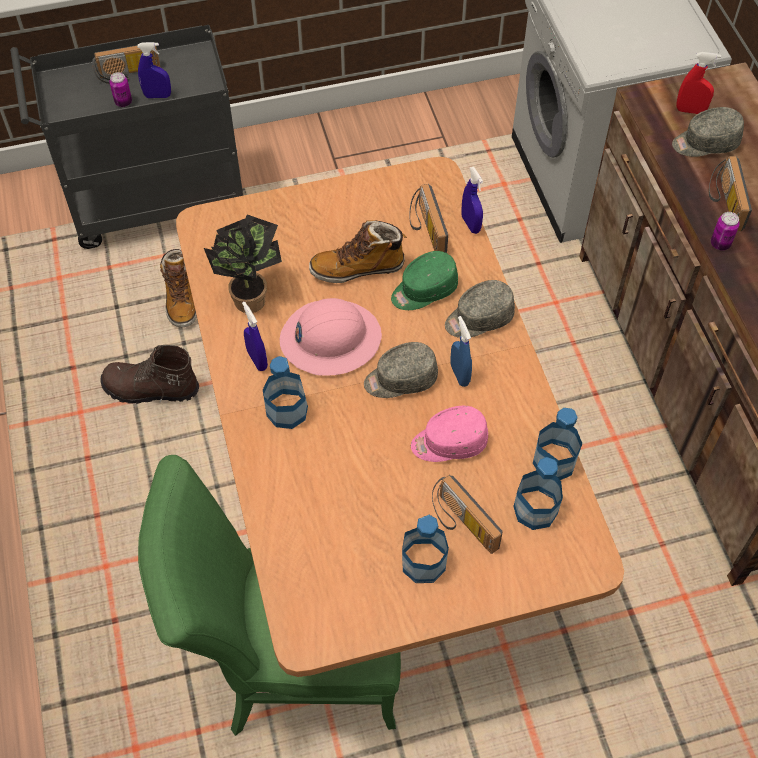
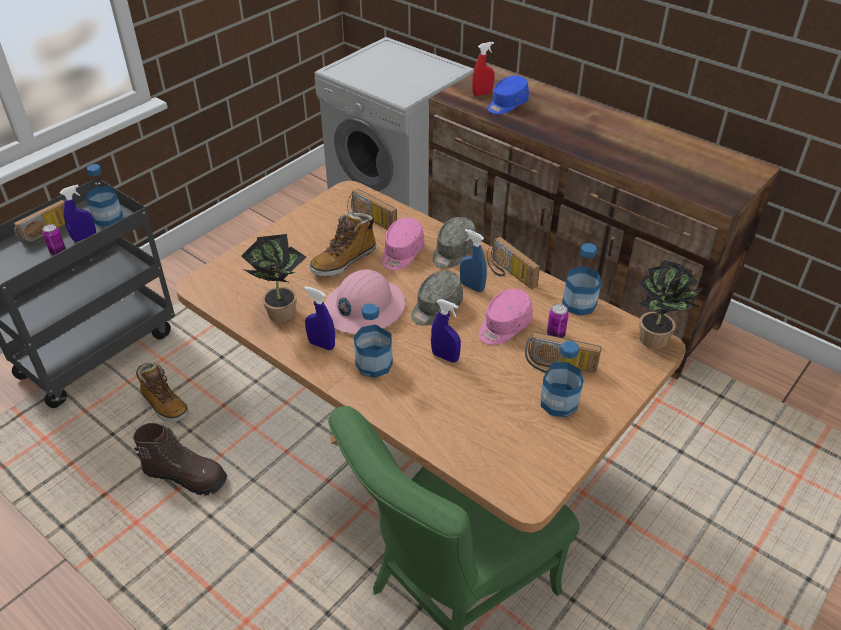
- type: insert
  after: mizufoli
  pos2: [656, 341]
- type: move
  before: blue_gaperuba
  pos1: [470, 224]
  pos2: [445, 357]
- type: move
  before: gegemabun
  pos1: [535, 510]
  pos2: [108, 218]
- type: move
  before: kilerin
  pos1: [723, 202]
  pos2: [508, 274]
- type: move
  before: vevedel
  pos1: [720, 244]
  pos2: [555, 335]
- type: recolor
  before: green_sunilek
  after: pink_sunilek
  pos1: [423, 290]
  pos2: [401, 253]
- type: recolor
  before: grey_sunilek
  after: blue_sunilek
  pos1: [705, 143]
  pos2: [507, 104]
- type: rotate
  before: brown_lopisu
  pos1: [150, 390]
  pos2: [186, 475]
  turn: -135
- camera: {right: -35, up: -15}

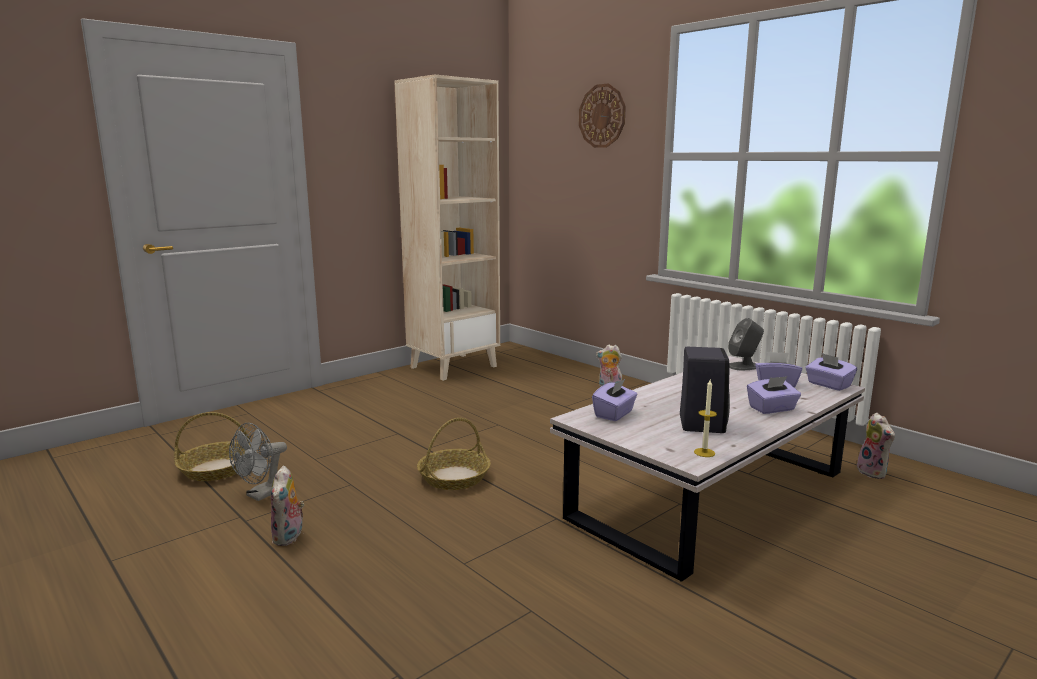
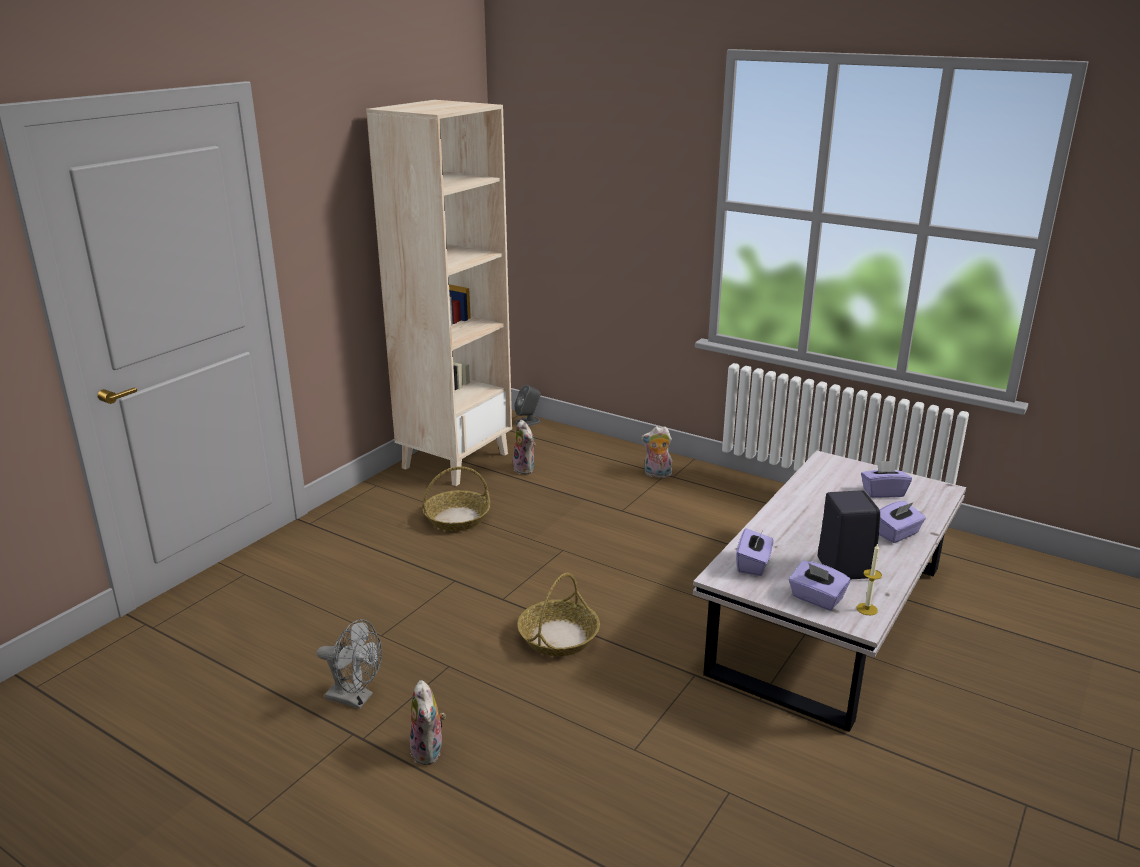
- type: delete
  before: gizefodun
  pos1: [602, 116]
- type: move
  before: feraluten
  pos1: [216, 469]
  pos2: [457, 518]
- type: move
  before: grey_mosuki
  pos1: [744, 366]
  pos2: [528, 422]
- type: move
  before: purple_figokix
  pos1: [828, 385]
  pos2: [816, 599]
- type: move
  before: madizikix
  pos1: [874, 472]
  pos2: [525, 469]
- type: rotate
  before: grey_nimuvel
  pos1: [262, 494]
  pos2: [355, 698]
  turn: -90
- camera: {right: -15, up: 10}

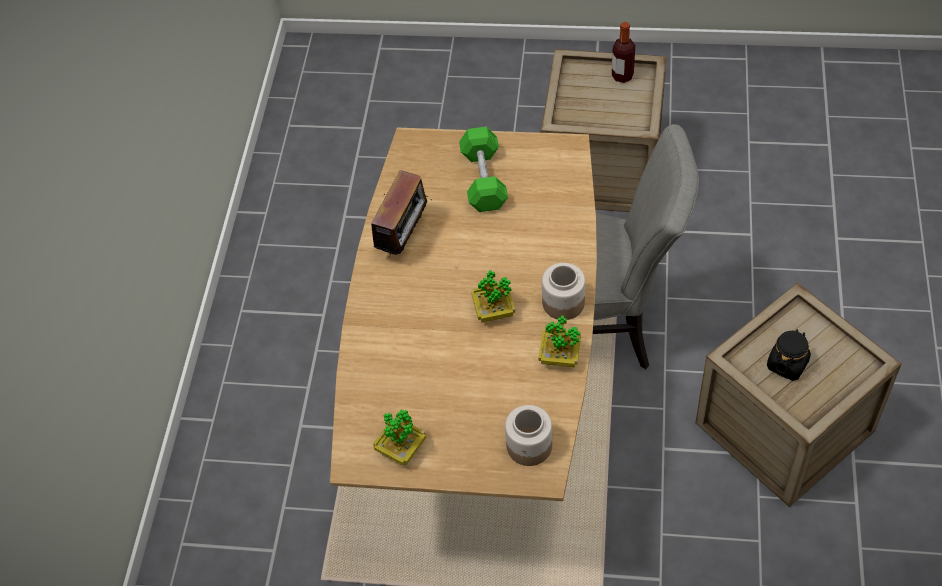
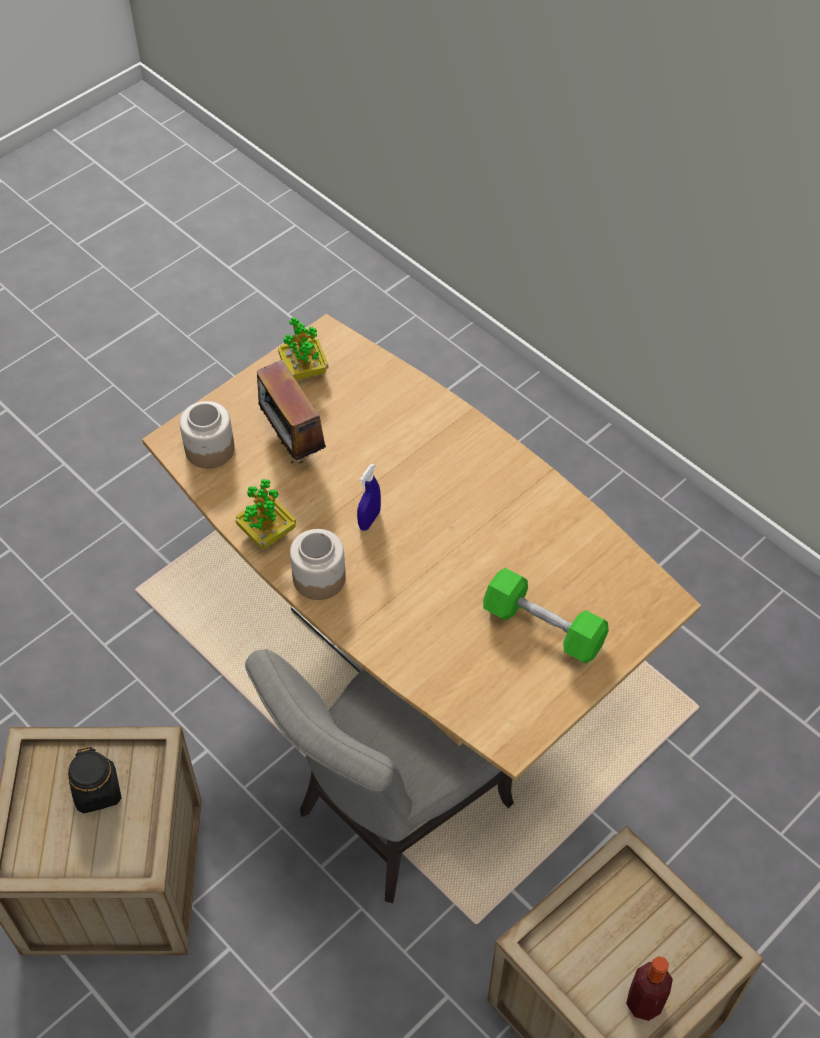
- type: move
  before: kilerin
  pos1: [404, 237]
  pos2: [292, 443]
- type: replace
  before: mizufoli
  after: blue_gaperuba
  pos1: [494, 311]
  pos2: [369, 520]
- camera: {right: 125, up: 0}

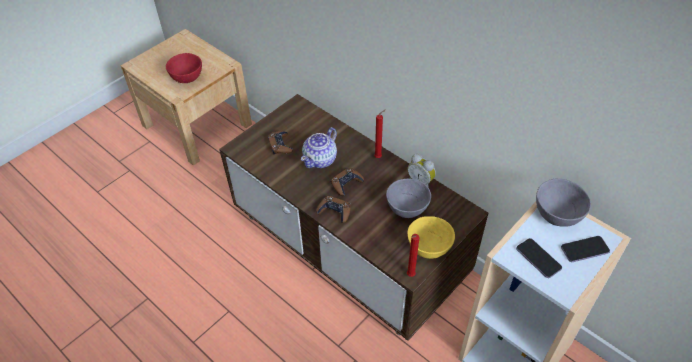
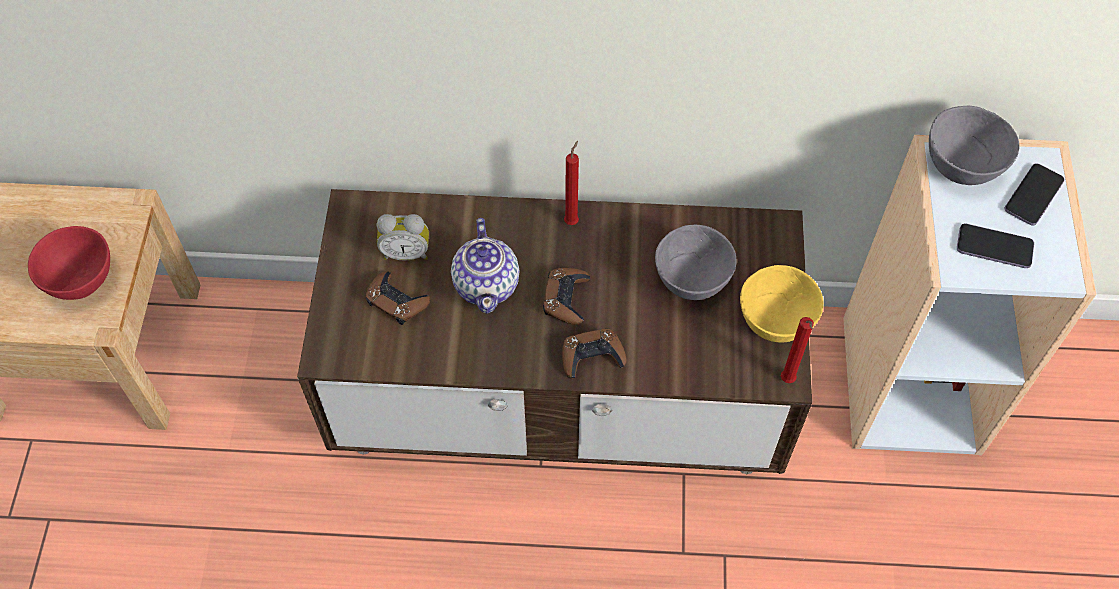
- type: move
  before: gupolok
  pos1: [421, 181]
  pos2: [406, 252]
- camera: {right: -40, up: 10}

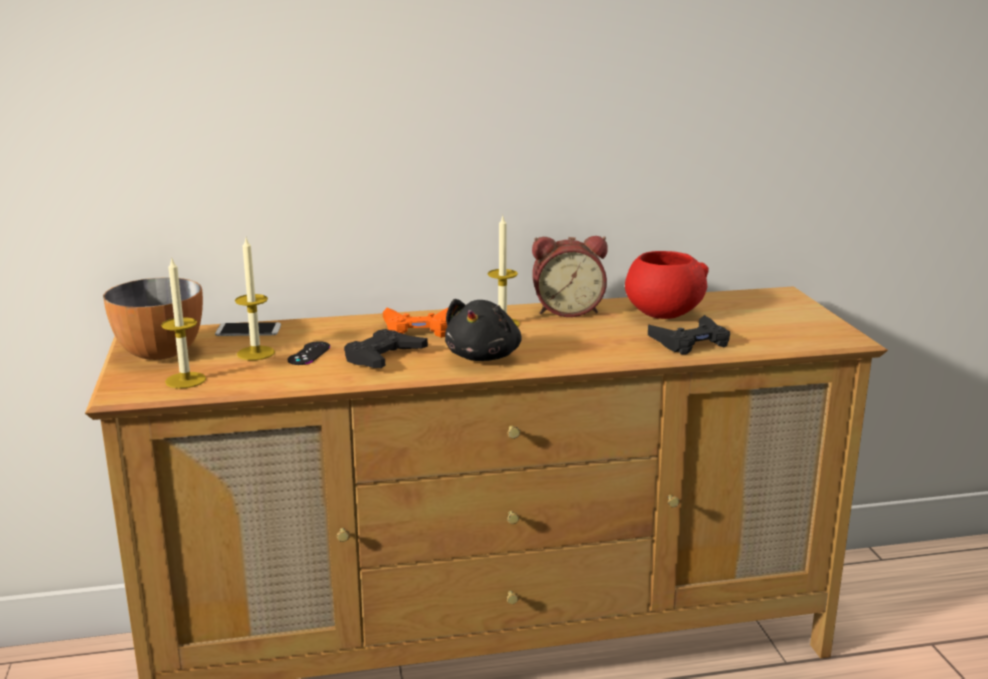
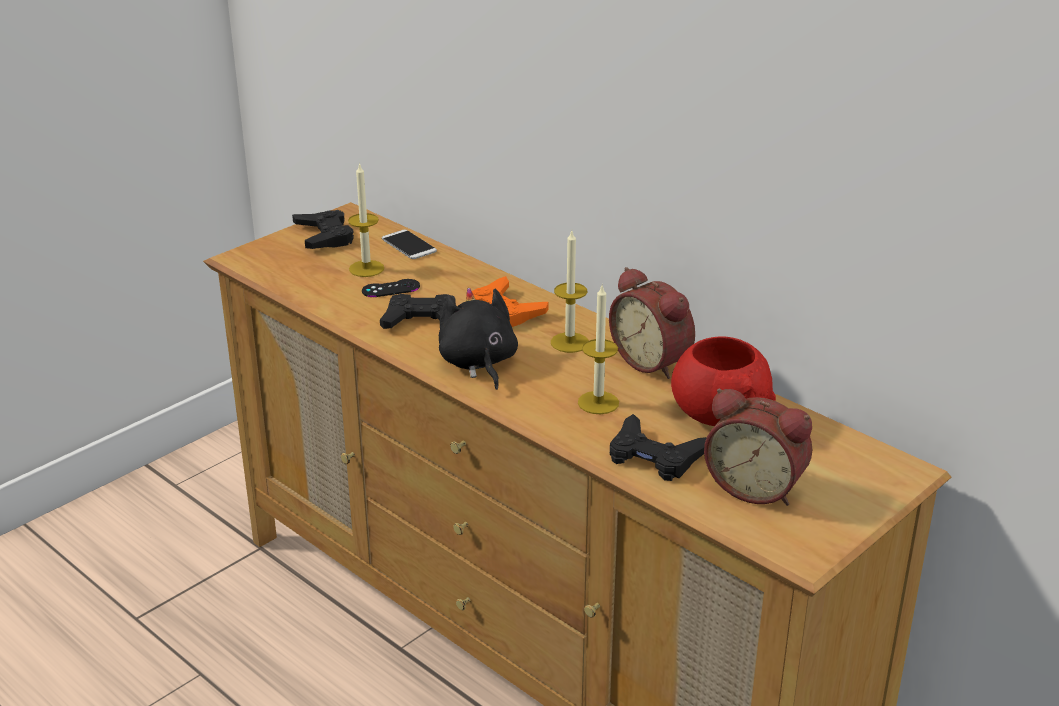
- type: insert
  after: gupolok
  pos2: [756, 487]
- type: move
  before: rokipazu
  pos1: [185, 380]
  pos2: [598, 402]
- type: replace
  before: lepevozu
  after: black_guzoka
  pos1: [161, 353]
  pos2: [324, 236]
- type: rotate
  before: black_madizikix
  pos1: [484, 356]
  pos2: [478, 363]
  turn: 90
- camera: {right: 55, up: 10}

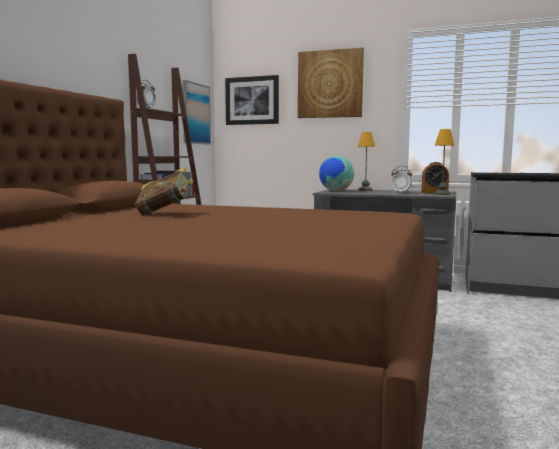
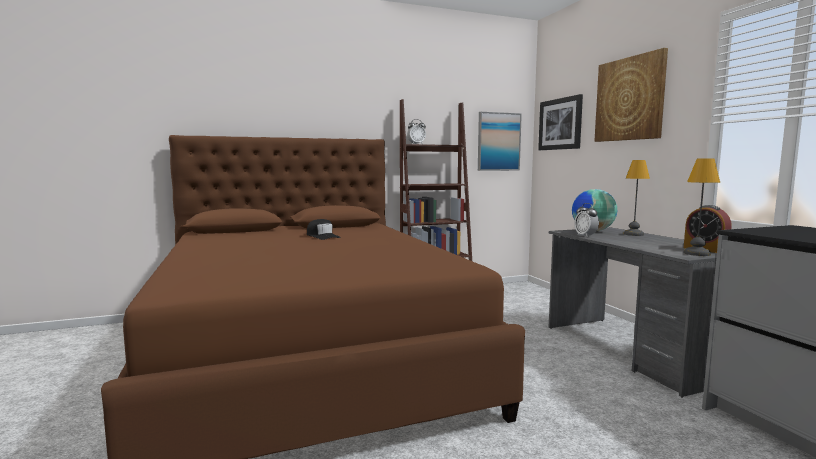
- type: move
  before: gupolok
  pos1: [401, 192]
  pos2: [585, 235]
- type: replace
  before: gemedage
  after: black_sunilek
  pos1: [165, 214]
  pos2: [322, 236]
- camera: {right: 50, up: 0}

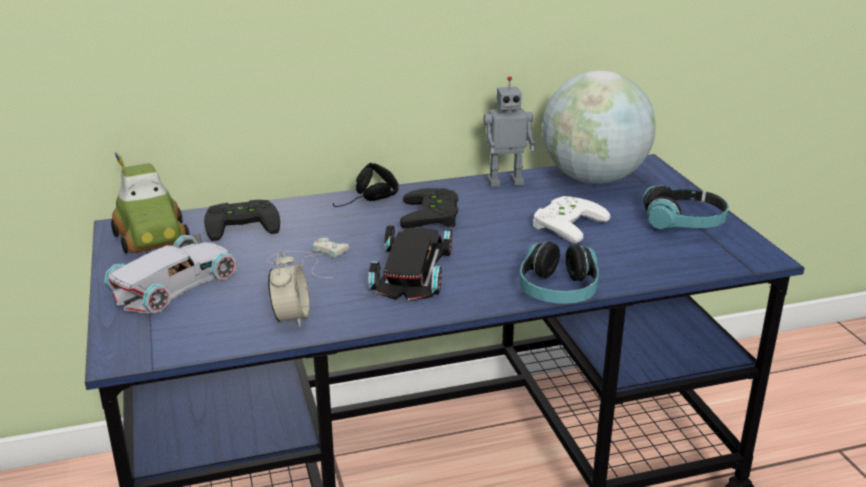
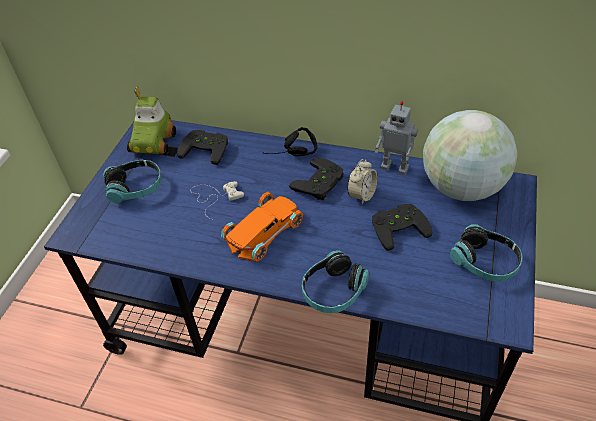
- type: move
  before: gupolok
  pos1: [291, 317]
  pos2: [361, 195]
- type: replace
  before: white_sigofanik
  after: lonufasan
  pos1: [176, 284]
  pos2: [135, 187]
- type: recolor
  before: black_sigofanik
  after: orange_sigofanik
  pos1: [414, 269]
  pos2: [265, 231]
- type: recolor
  before: white_guzoka
  after: black_guzoka
  pos1: [565, 223]
  pos2: [398, 226]
- camera: {right: 35, up: 20}

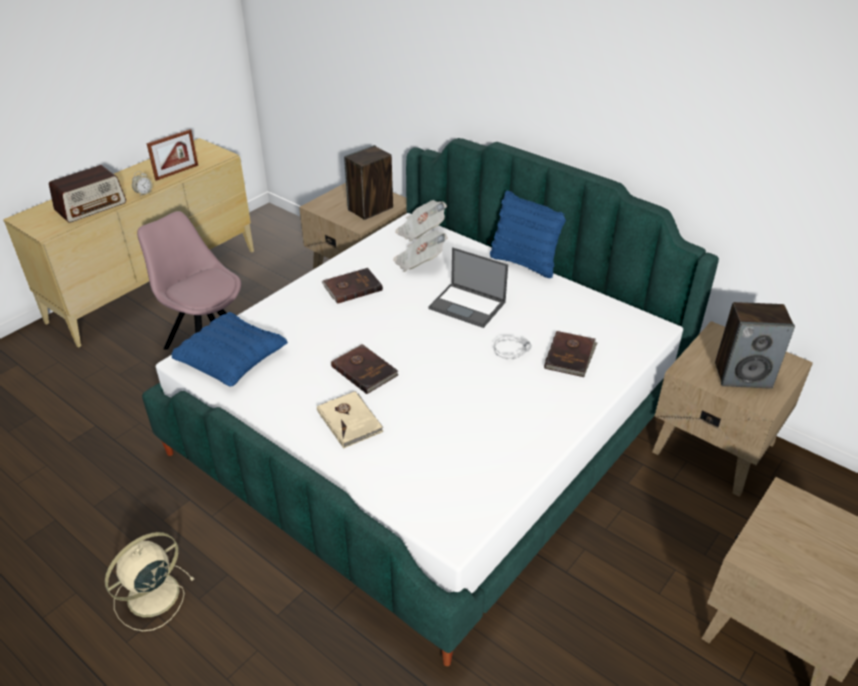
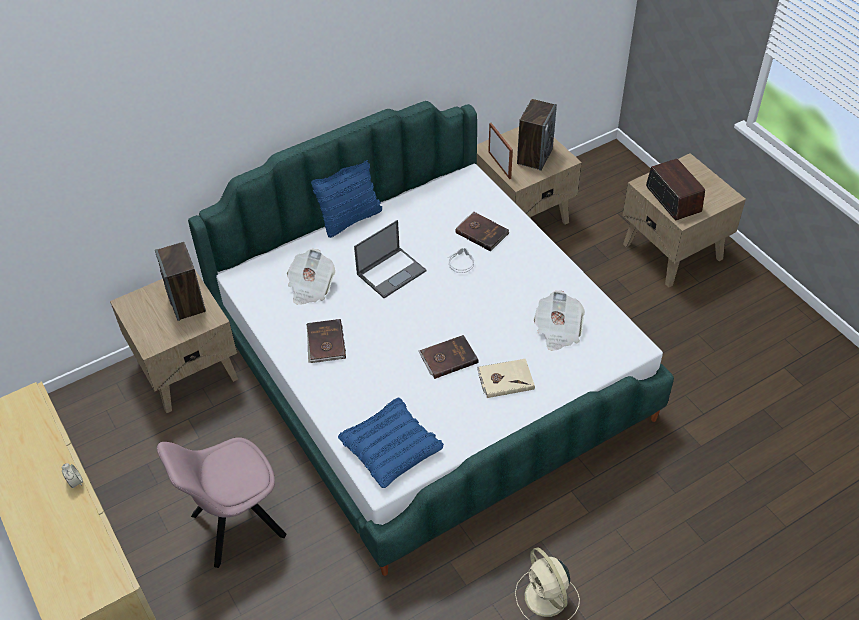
- type: move
  before: kilerin
  pos1: [91, 206]
  pos2: [673, 199]
- type: move
  before: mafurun
  pos1: [177, 172]
  pos2: [499, 165]
- type: move
  before: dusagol
  pos1: [420, 232]
  pos2: [557, 330]
- camera: {right: -70, up: 10}

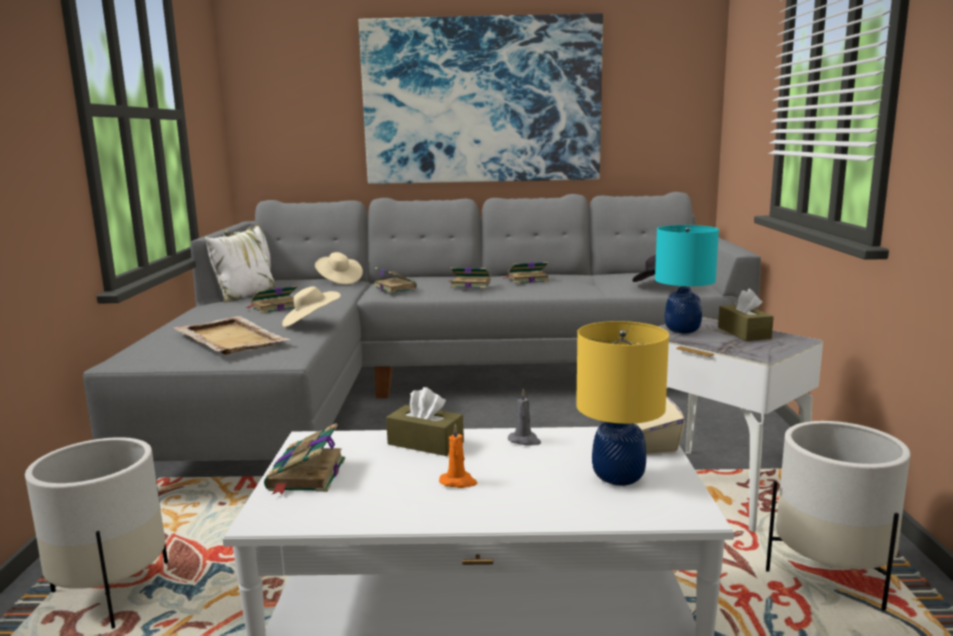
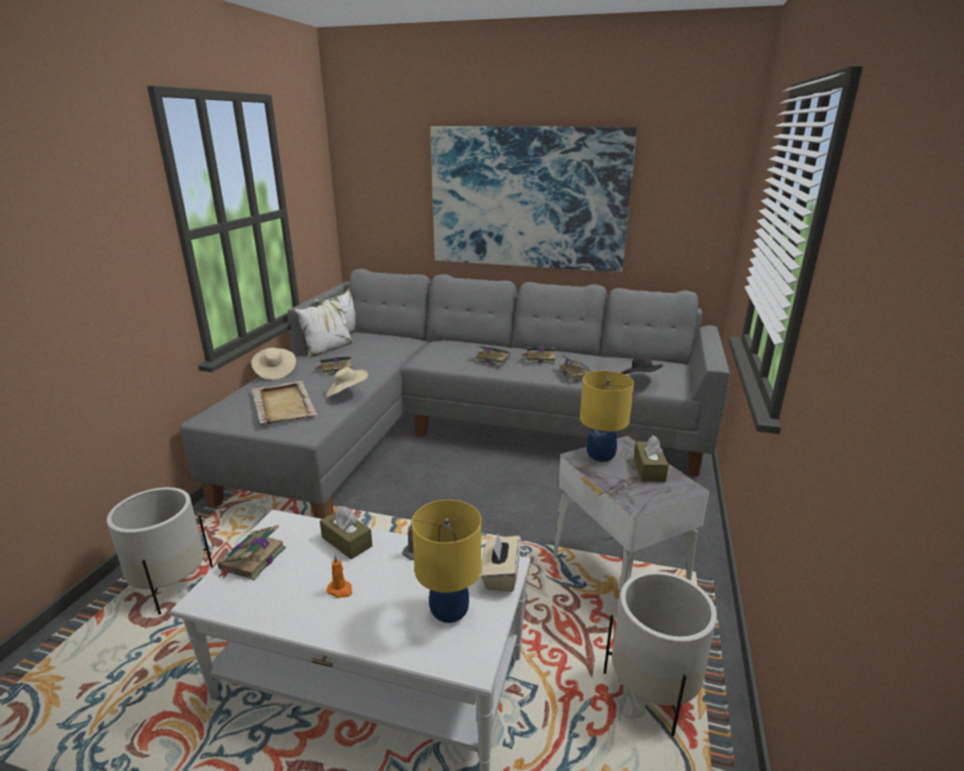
- type: move
  before: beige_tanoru
  pos1: [339, 281]
  pos2: [275, 372]
- type: move
  before: gemedage
  pos1: [394, 287]
  pos2: [575, 373]
- type: recolor
  before: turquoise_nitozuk
  after: yellow_nitozuk
  pos1: [680, 331]
  pos2: [599, 457]
- camera: {right: 15, up: 10}

